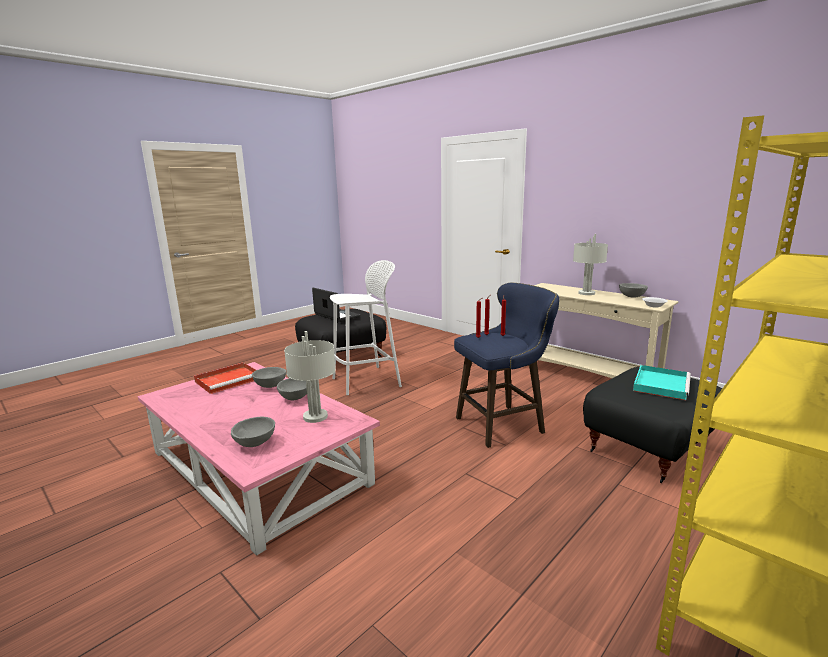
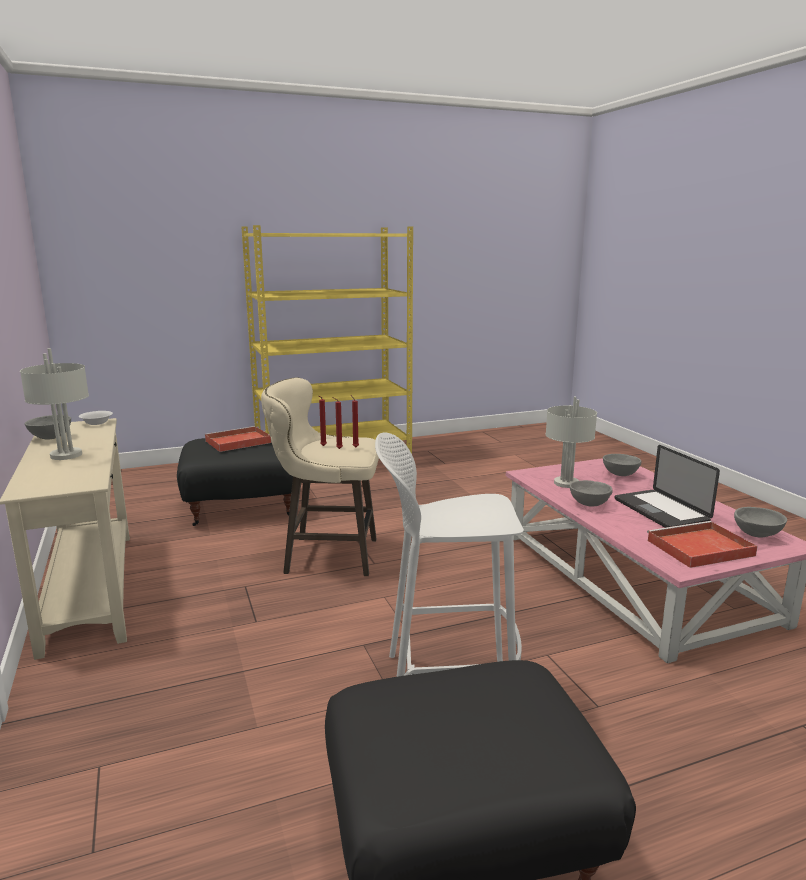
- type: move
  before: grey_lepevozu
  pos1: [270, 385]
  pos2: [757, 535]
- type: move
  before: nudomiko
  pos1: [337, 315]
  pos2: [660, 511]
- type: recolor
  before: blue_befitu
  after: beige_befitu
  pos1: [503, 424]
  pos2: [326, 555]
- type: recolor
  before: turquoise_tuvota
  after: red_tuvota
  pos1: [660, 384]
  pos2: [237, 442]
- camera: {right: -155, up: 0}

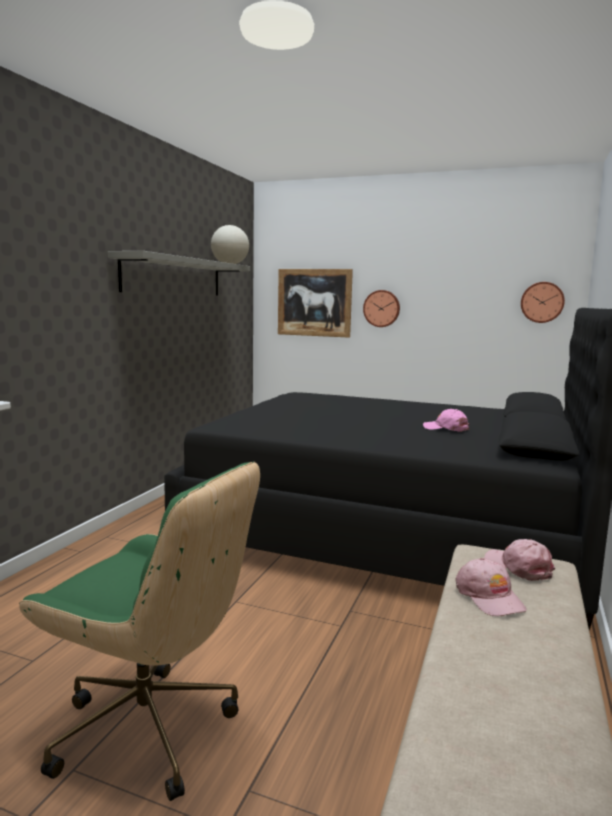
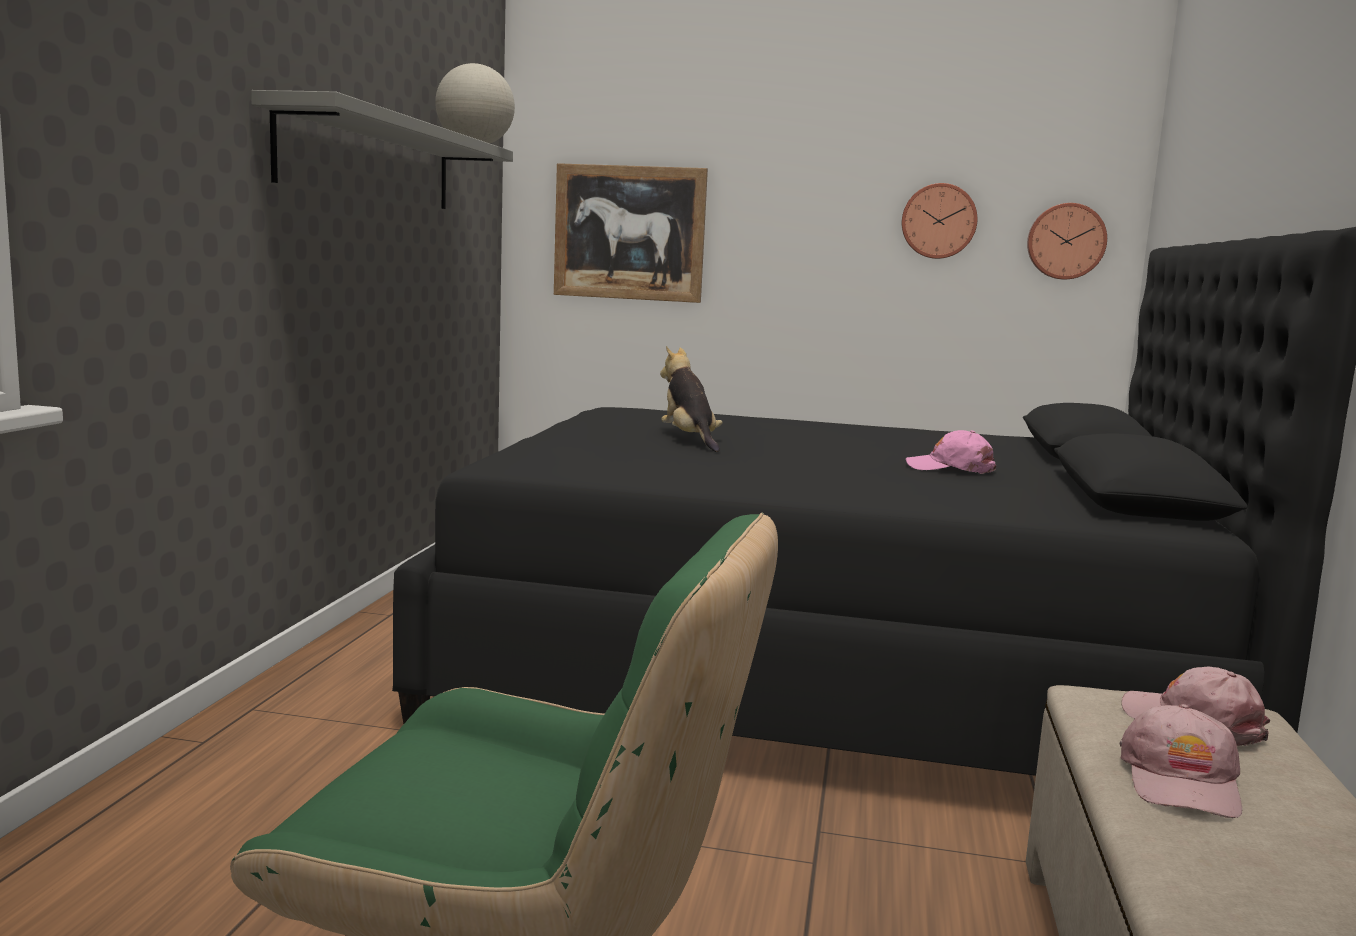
- type: insert
  after: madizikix
  pos2: [689, 440]
- type: move
  before: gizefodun
  pos1: [381, 308]
  pos2: [938, 221]
- type: rotate
  before: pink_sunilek
  pos1: [489, 597]
  pos2: [1181, 781]
  turn: 45
- camera: {right: -10, up: 0}

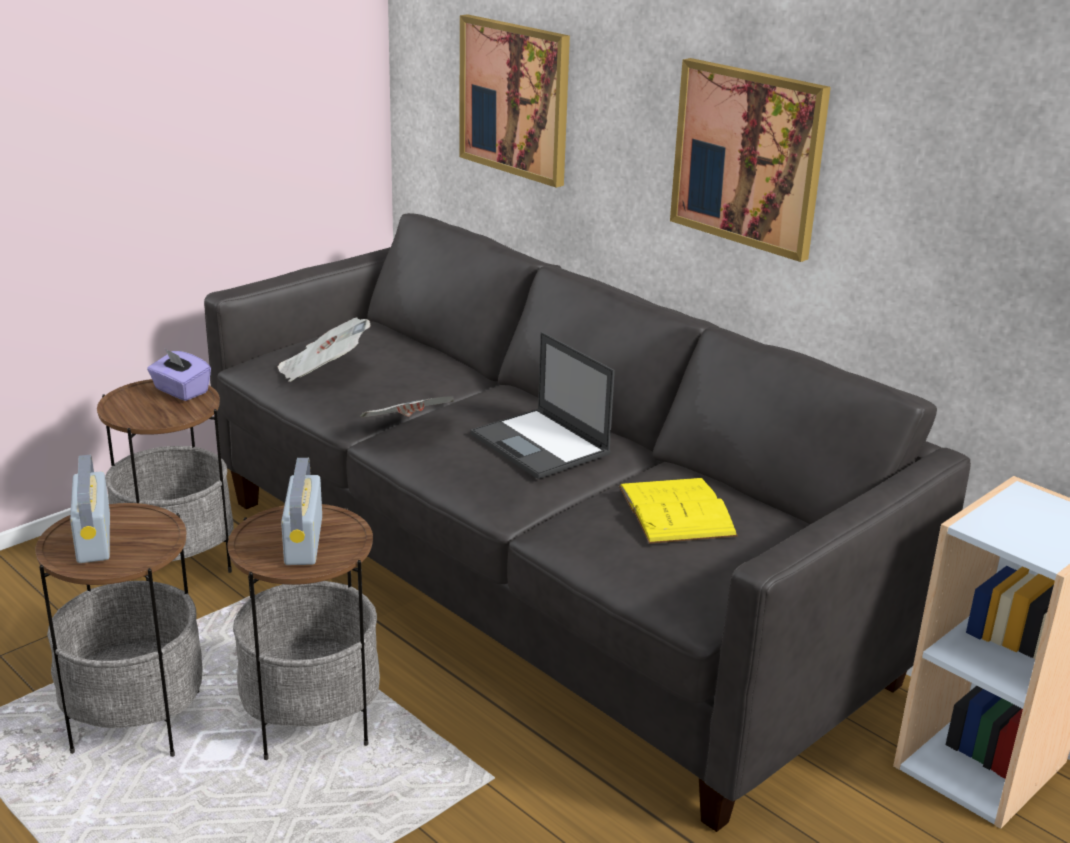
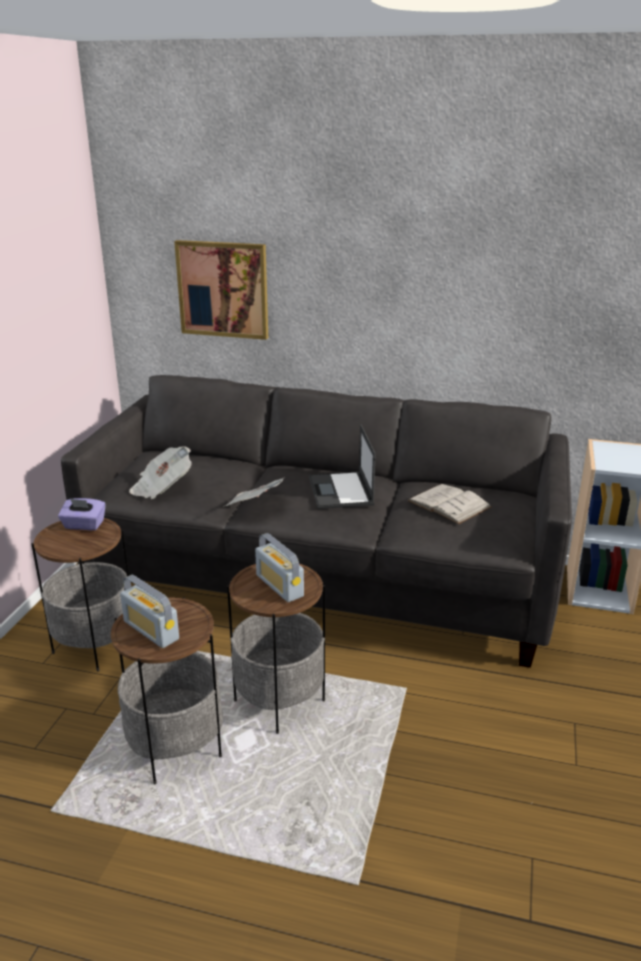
- type: delete
  before: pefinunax
  pos1: [748, 157]
- type: recolor
  before: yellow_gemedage
  after: white_gemedage
  pos1: [676, 511]
  pos2: [449, 504]
- type: rotate
  before: nudomiko
  pos1: [541, 444]
  pos2: [341, 491]
  turn: 60
- camera: {right: -30, up: 0}

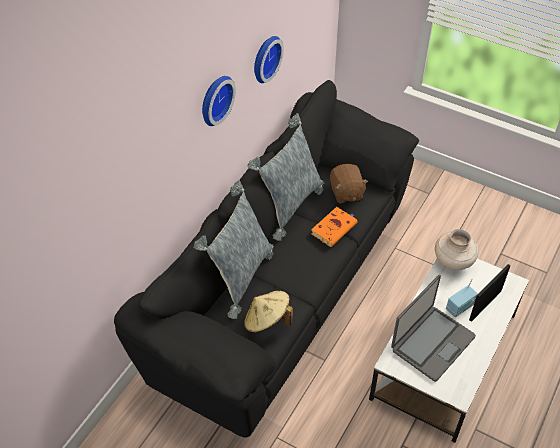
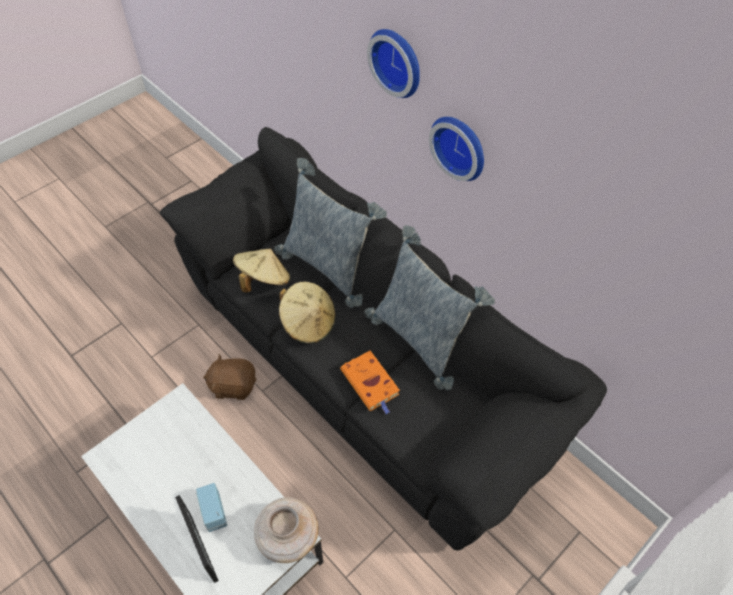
- type: delete
  before: nudomiko
  pos1: [432, 343]
- type: insert
  after: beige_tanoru
  pos2: [308, 323]
- type: move
  before: gizefodun
  pos1: [264, 58]
  pos2: [398, 61]
- type: move
  before: brown_madizikix
  pos1: [346, 193]
  pos2: [233, 385]
- camera: {right: 105, up: 5}

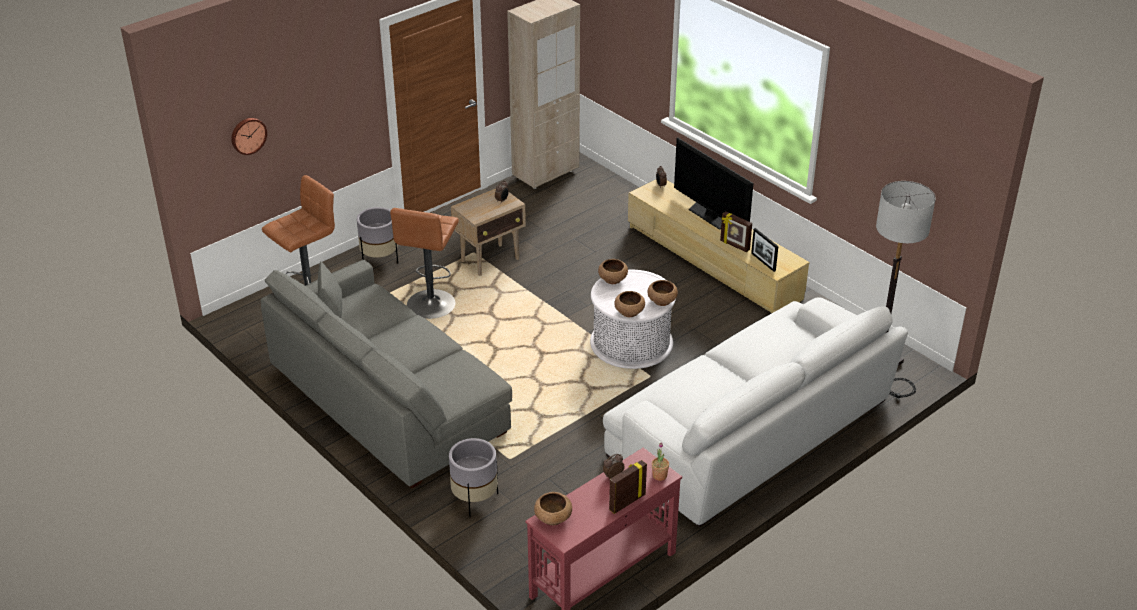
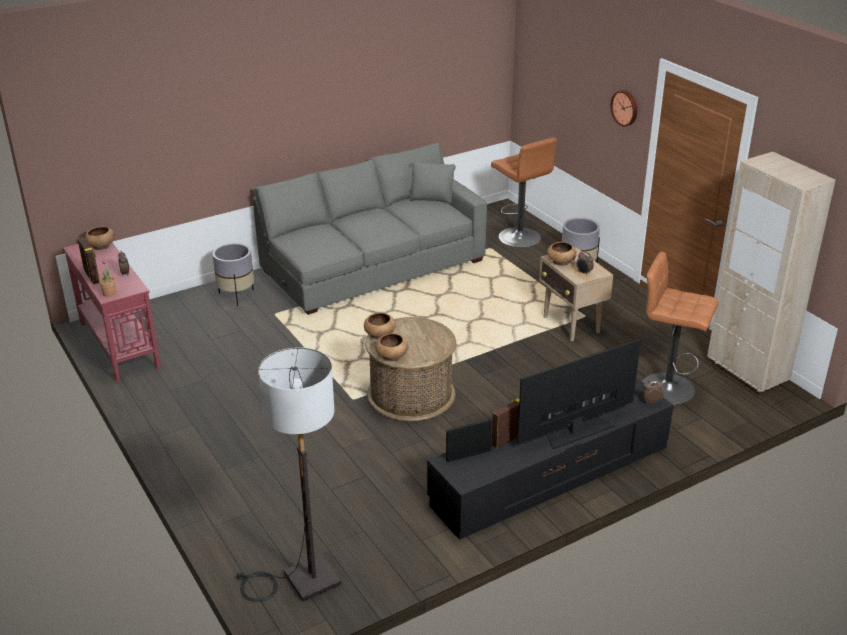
- type: delete
  before: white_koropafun
  pos1: [751, 430]
- type: move
  before: gizefodun
  pos1: [248, 135]
  pos2: [625, 108]
- type: move
  before: brown_befitu
  pos1: [430, 304]
  pos2: [667, 388]
- type: move
  before: brown_lepevozu
  pos1: [613, 279]
  pos2: [561, 262]
- type: recolor
  before: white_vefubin
  after: brown_vefubin
  pos1: [631, 343]
  pos2: [411, 395]
- type: recolor
  before: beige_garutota
  after: black_garutota
  pos1: [714, 262]
  pos2: [551, 476]
- camera: {right: 100, up: -5}

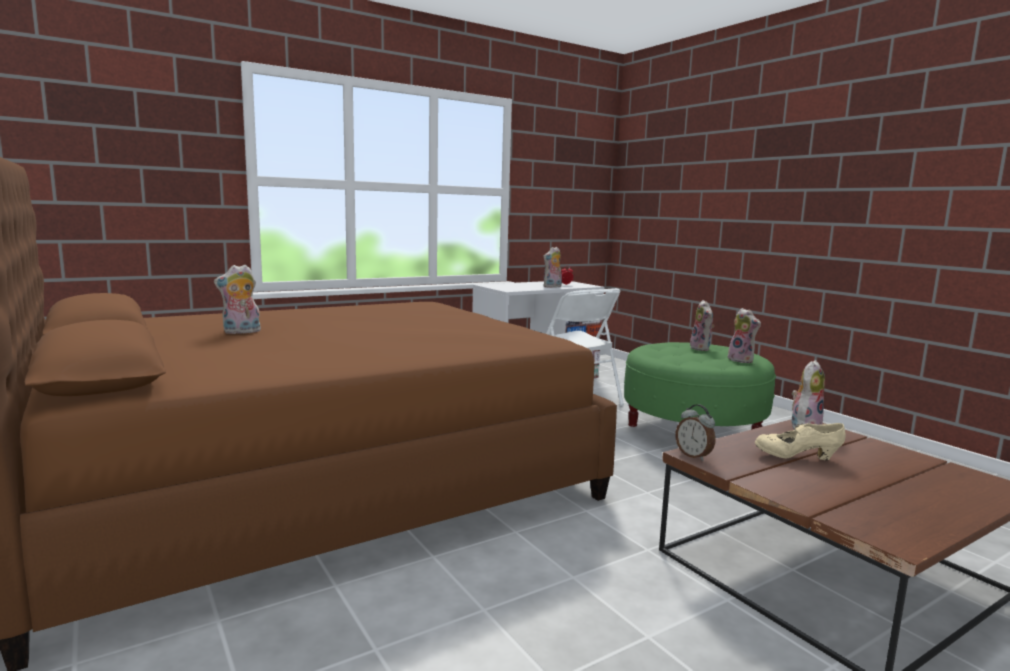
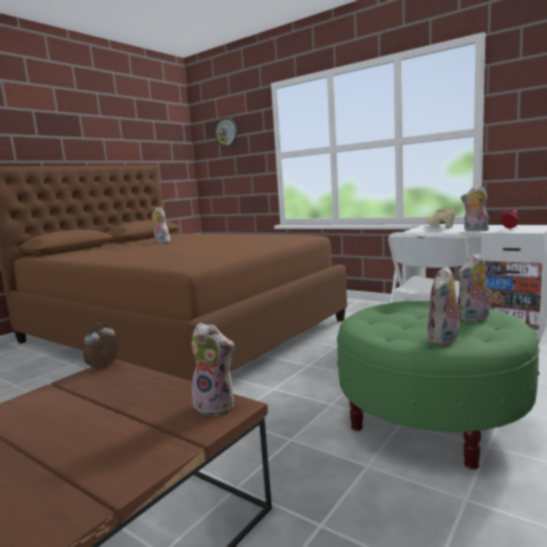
- type: insert
  after: gizefodun
  pos2: [226, 132]
- type: move
  before: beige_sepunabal
  pos1: [796, 458]
  pos2: [440, 226]
- camera: {right: 70, up: 0}

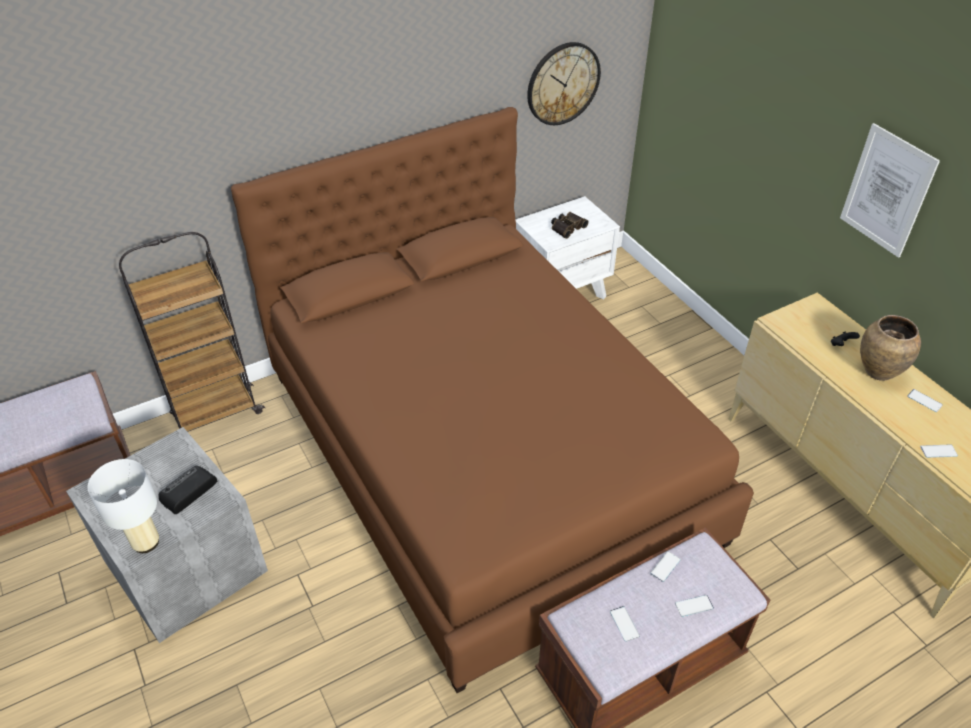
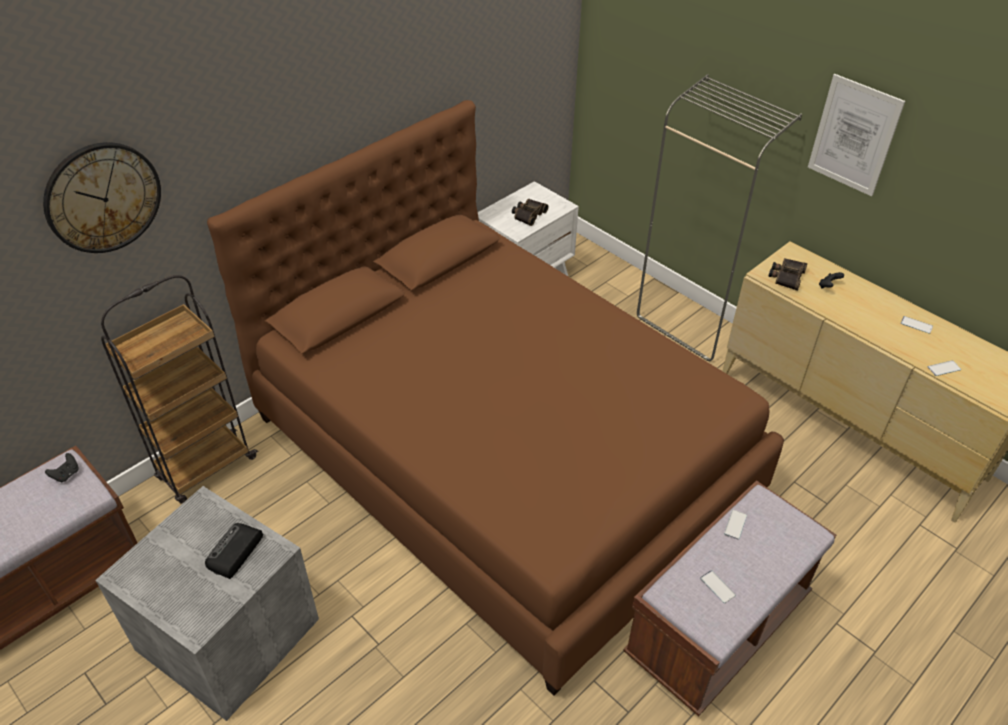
- type: delete
  before: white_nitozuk
  pos1: [145, 542]
- type: delete
  before: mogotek
  pos1: [694, 606]
- type: delete
  before: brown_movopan
  pos1: [877, 372]
- type: insert
  after: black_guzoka
  pos2: [66, 474]
- type: insert
  after: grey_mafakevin
  pos2: [689, 327]
- type: insert
  after: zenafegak
  pos2: [786, 276]
- type: move
  before: gizefodun
  pos1: [563, 83]
  pos2: [103, 197]
- camera: {right: -15, up: 0}

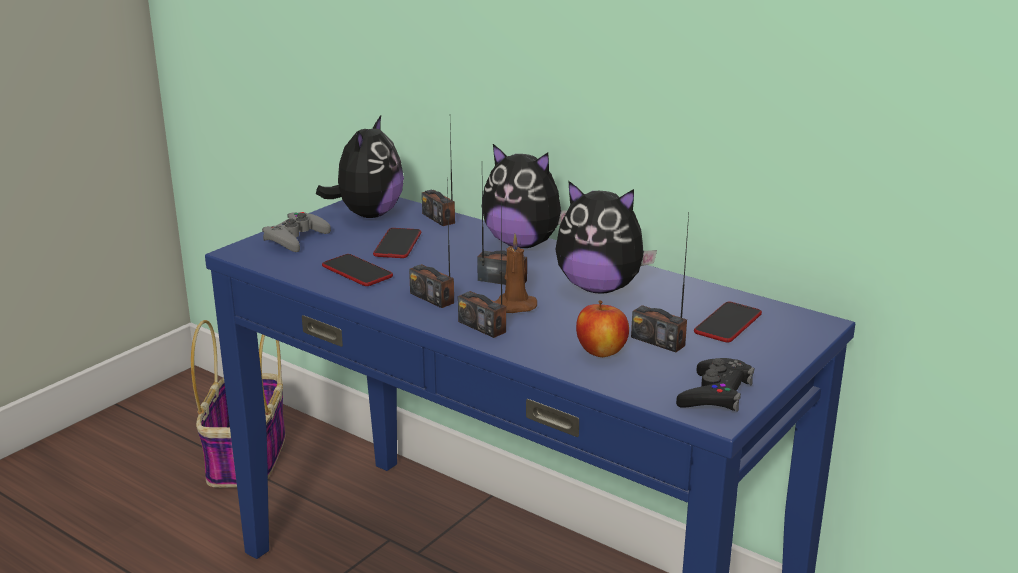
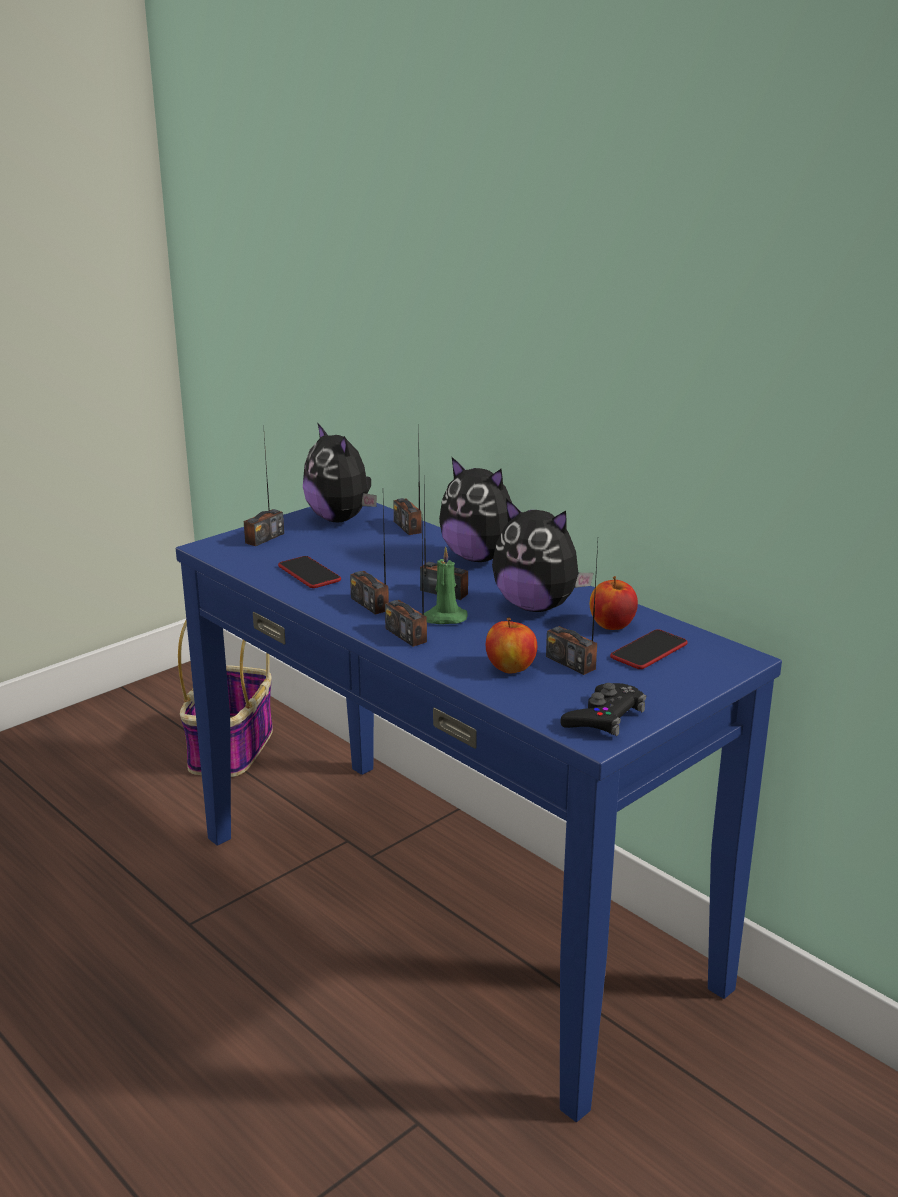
- type: delete
  before: mogotek
  pos1: [397, 244]
- type: insert
  after: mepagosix
  pos2: [612, 625]
- type: replace
  before: grey_guzoka
  after: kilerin
  pos1: [296, 239]
  pos2: [264, 538]
- type: recolor
  before: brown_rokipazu
  after: green_rokipazu
  pos1: [512, 306]
  pos2: [443, 618]
- type: rotate
  before: madizikix
  pos1: [368, 214]
  pos2: [341, 519]
  turn: 120
- camera: {right: 10, up: 0}

